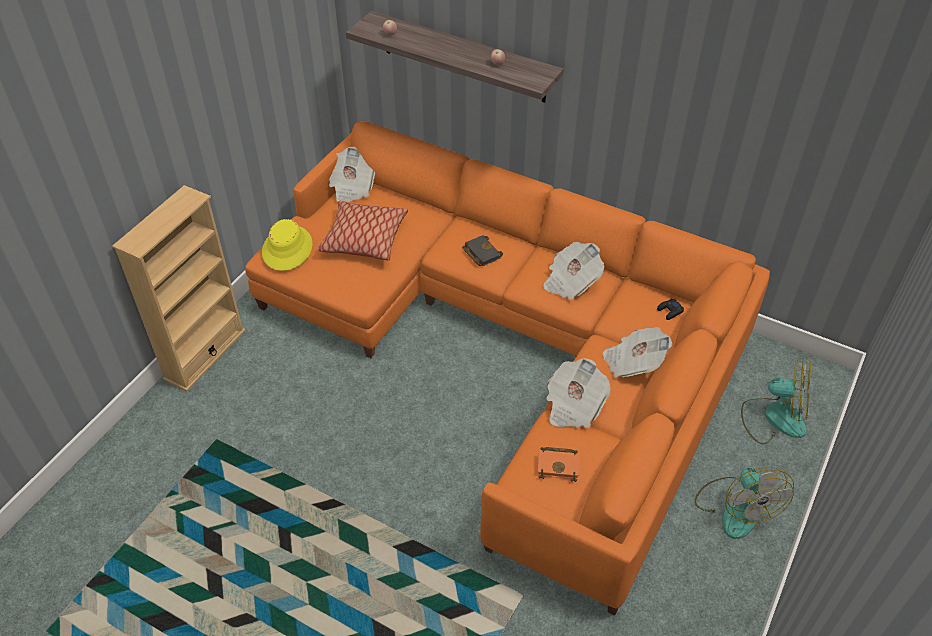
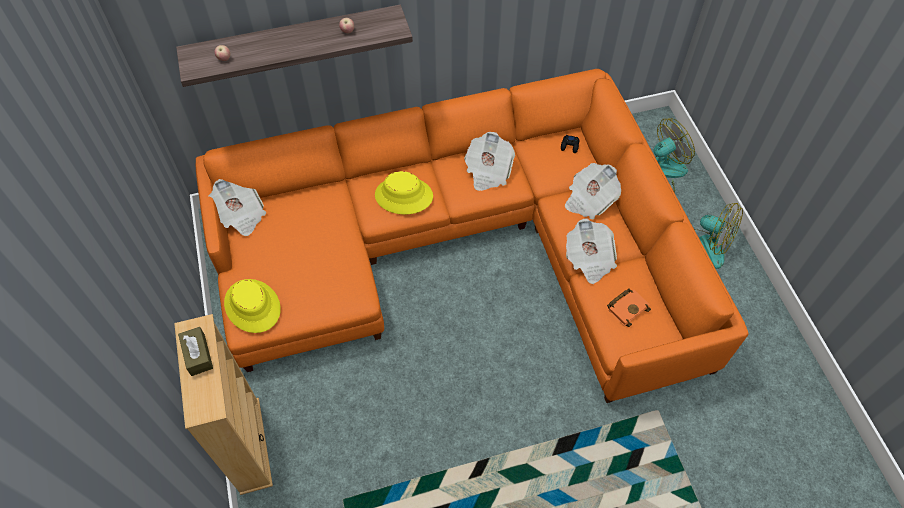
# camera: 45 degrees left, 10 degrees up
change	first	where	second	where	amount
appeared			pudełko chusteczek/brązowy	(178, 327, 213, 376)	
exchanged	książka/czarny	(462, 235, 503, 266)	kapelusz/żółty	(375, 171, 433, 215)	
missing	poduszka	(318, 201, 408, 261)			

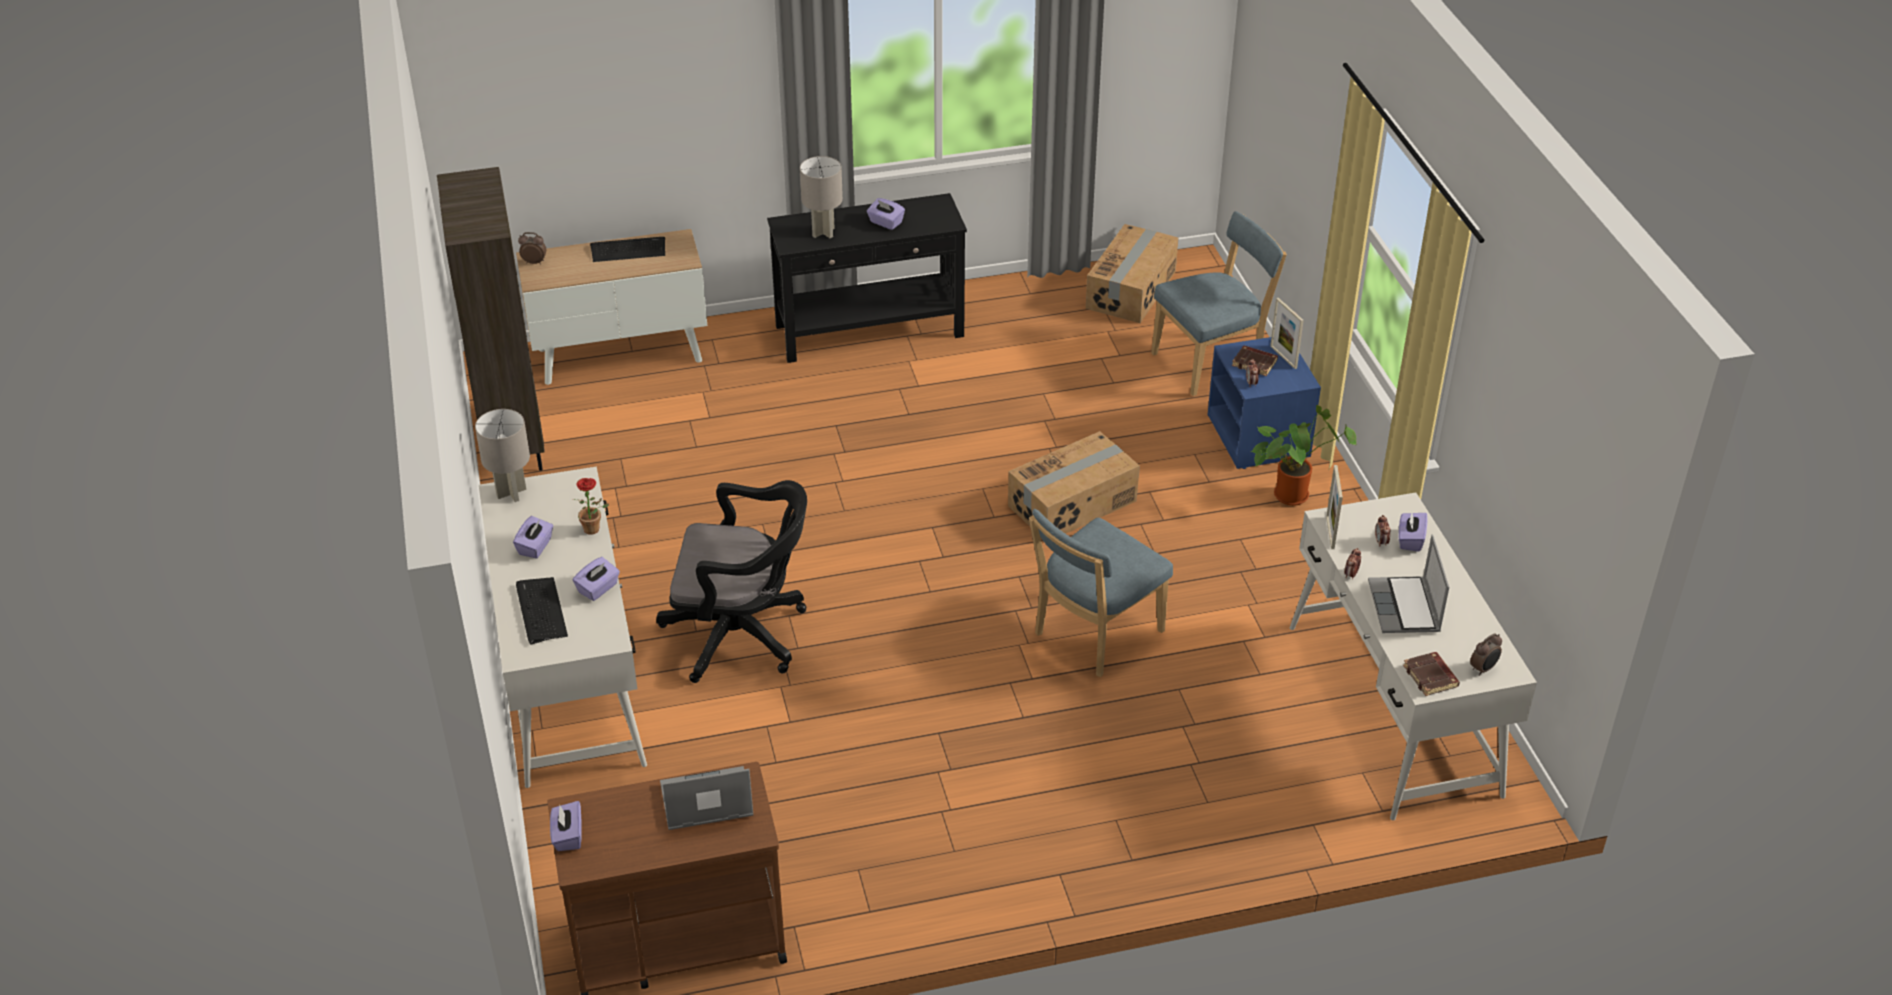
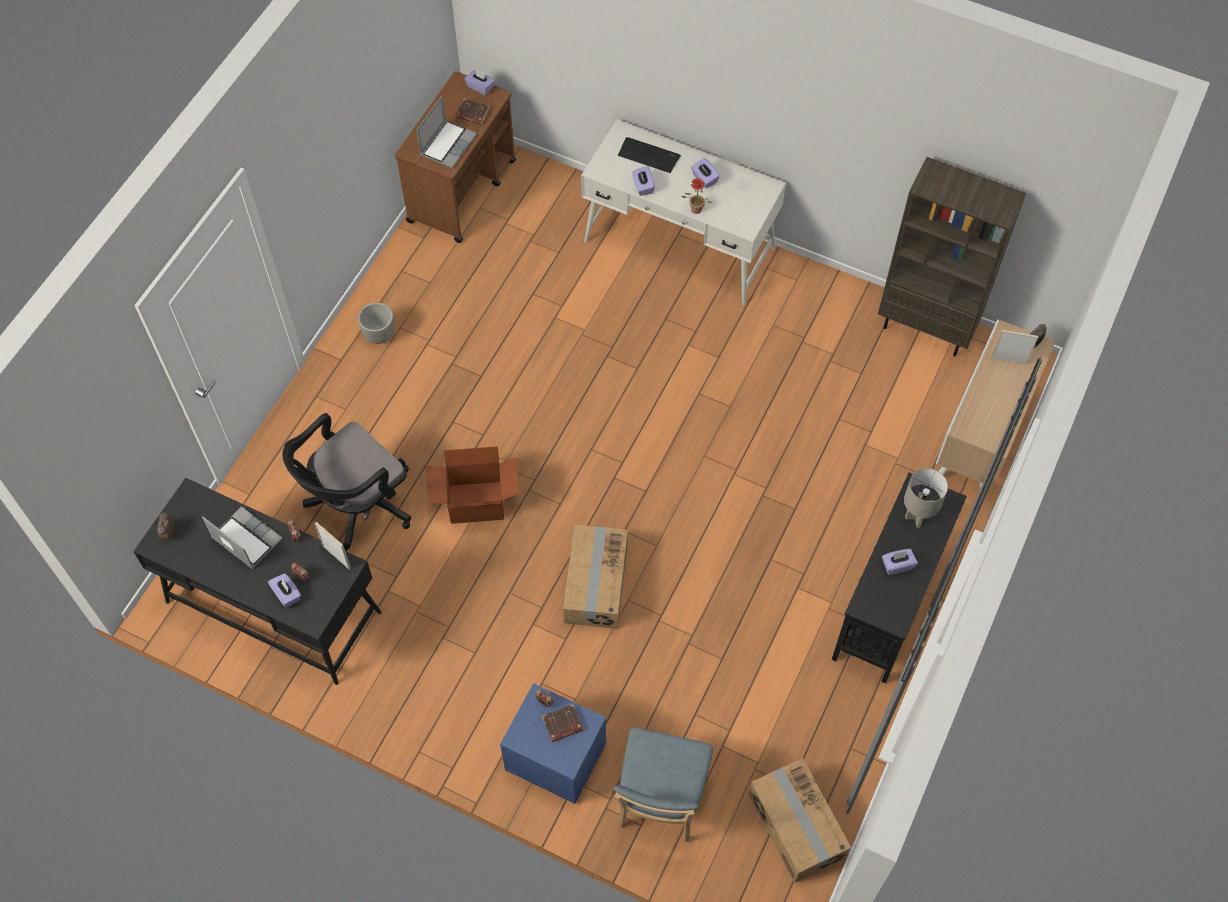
# camera: 130 degrees right, 20 degrees up
change	first	where	second	where	amount
colour	biurko/biały	(1290, 493, 1537, 820)	biurko/czarny	(133, 478, 382, 685)	
relocated	krzesło biurowe/czarny	(656, 480, 807, 683)		(282, 413, 411, 551)	
appeared			donica	(358, 303, 394, 344)	
exchanged	krzesło/niebieski	(1029, 509, 1173, 677)	karton	(426, 446, 519, 524)	
relocated	książka/brązowy	(1403, 652, 1460, 696)		(455, 99, 490, 125)	
relocated	ramka na zdjęcie	(1270, 298, 1304, 369)		(992, 330, 1038, 365)	
missing	lampa stołowa/szary	(475, 409, 530, 502)			
missing	klawiatura	(590, 237, 665, 262)			
missing	roślina doniczkowa	(1250, 405, 1356, 506)			

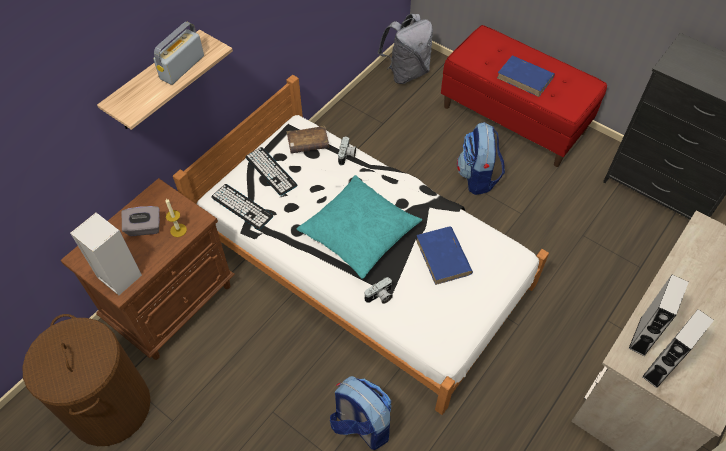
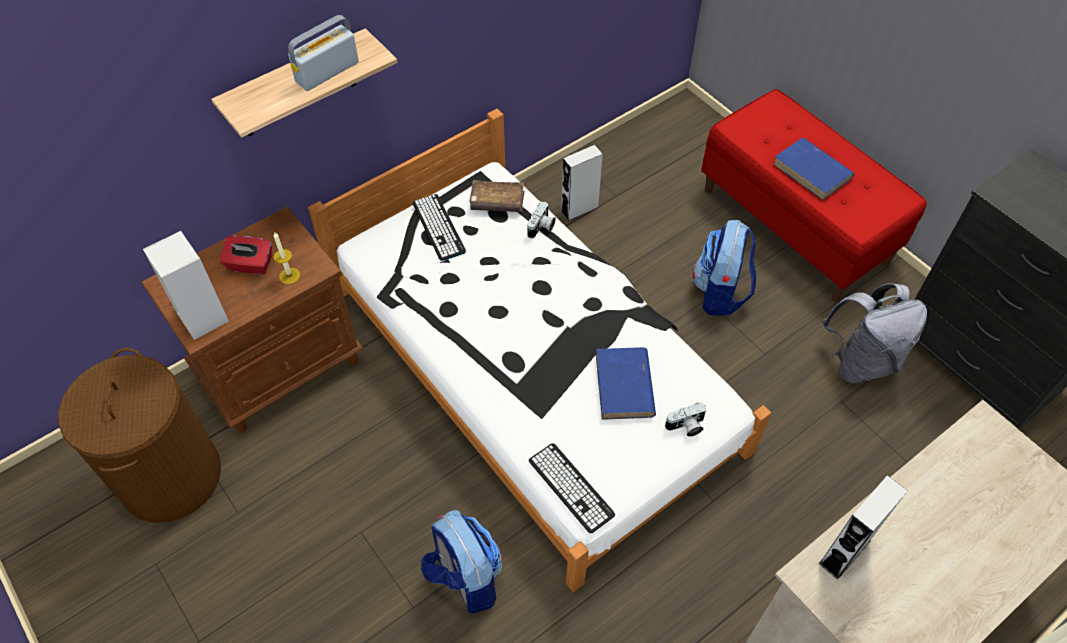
# camera: 15 degrees right, 0 degrees up
change	first	where	second	where	amount
colour	pudełko chusteczek/szary	(121, 206, 160, 236)	pudełko chusteczek/czerwony	(220, 236, 272, 274)	
relocated	klawiatura	(211, 184, 273, 230)		(529, 443, 615, 533)	
relocated	głośnik/szary	(642, 309, 714, 388)		(561, 145, 603, 221)	
relocated	aparat fotograficzny	(364, 277, 393, 304)		(665, 403, 706, 437)	
relocated	plecak/szary	(378, 14, 433, 84)		(822, 283, 927, 384)	
missing	poduszka/turkusowy	(297, 175, 422, 279)			

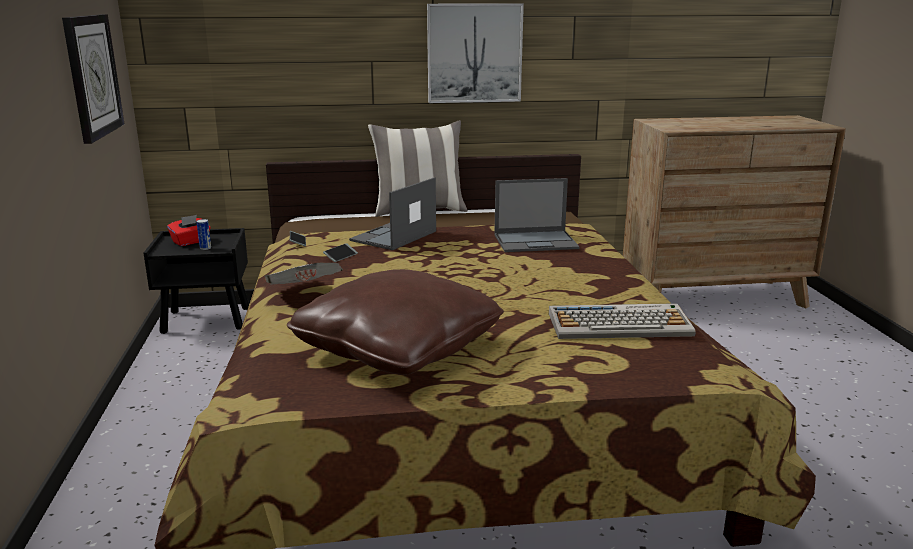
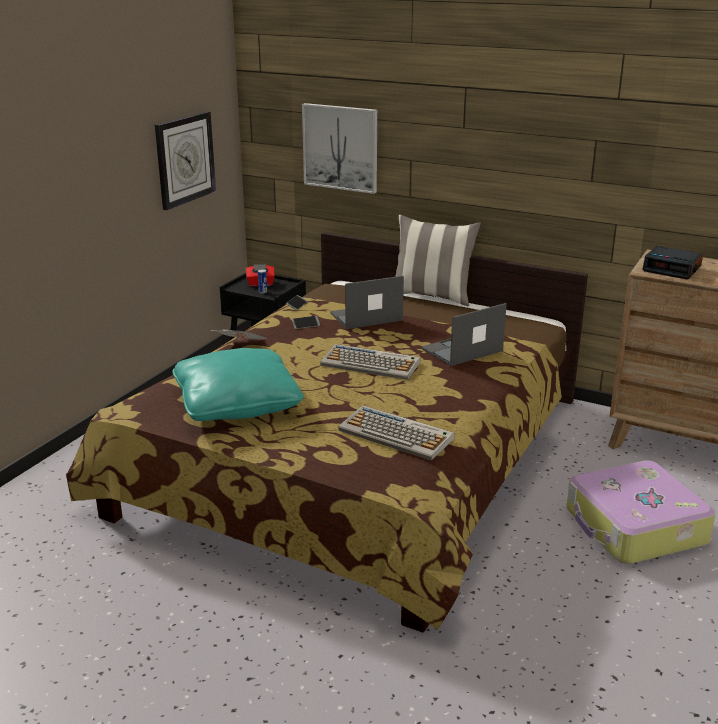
# camera: 35 degrees right, 5 degrees up
change	first	where	second	where	amount
colour	poduszka/brązowy	(287, 269, 504, 375)	poduszka/turkusowy	(172, 348, 304, 421)	
relocated	obraz	(427, 3, 524, 103)		(302, 103, 377, 194)	
appeared			klawiatura	(320, 344, 420, 380)	
spun	laptop	(494, 178, 580, 252)		(421, 303, 507, 366)	120 degrees clockwise
appeared			walizka	(566, 460, 716, 564)	
appeared			budzik	(642, 246, 703, 279)	

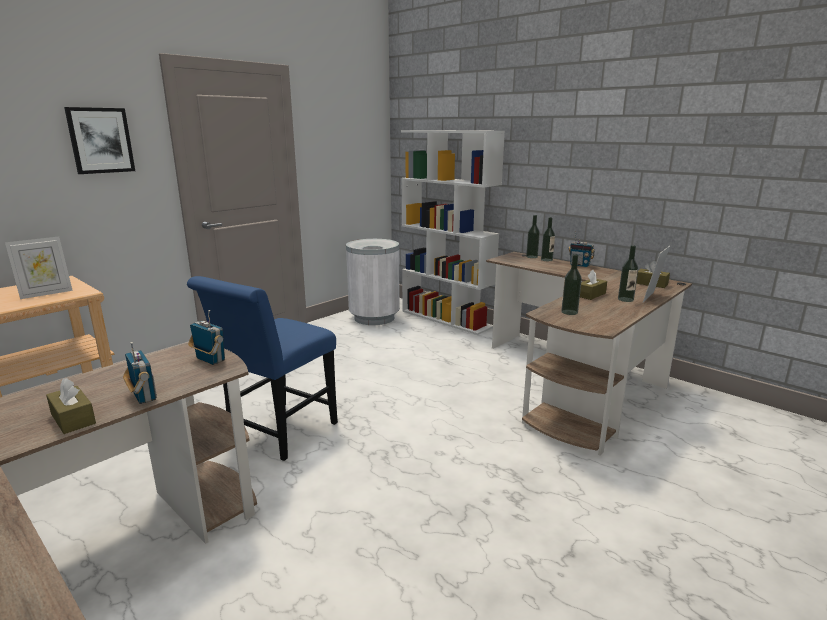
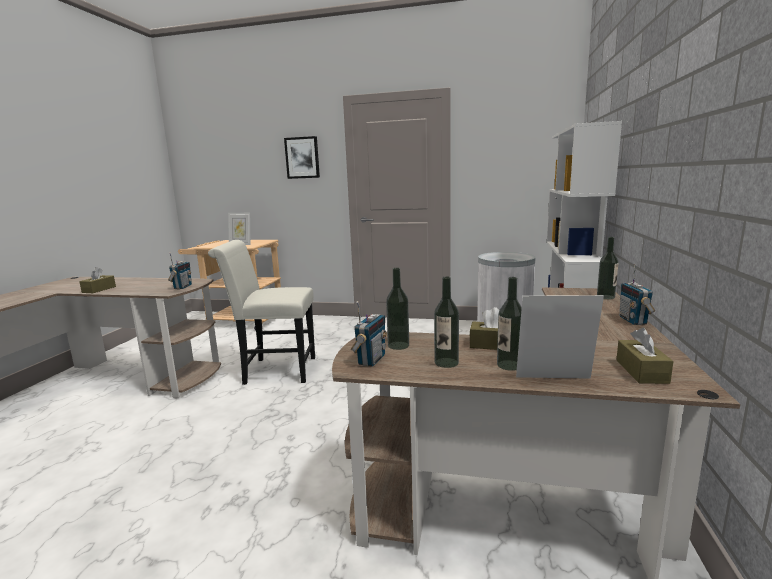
# camera: 60 degrees right, 5 degrees down
change	first	where	second	where	amount
colour	krzesło/niebieski	(187, 276, 338, 461)	krzesło/biały	(208, 240, 315, 385)	
relocated	radio	(123, 342, 157, 404)		(351, 301, 387, 367)	
relocated	butelka	(541, 217, 555, 261)		(434, 276, 459, 368)	

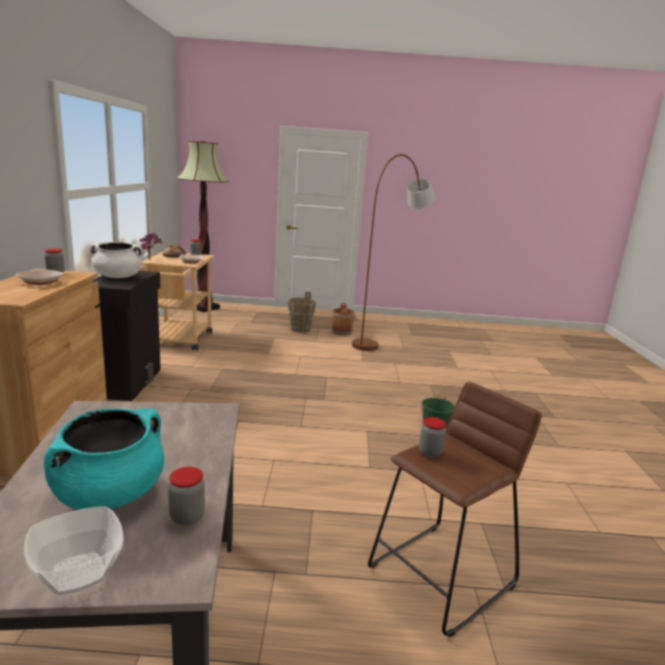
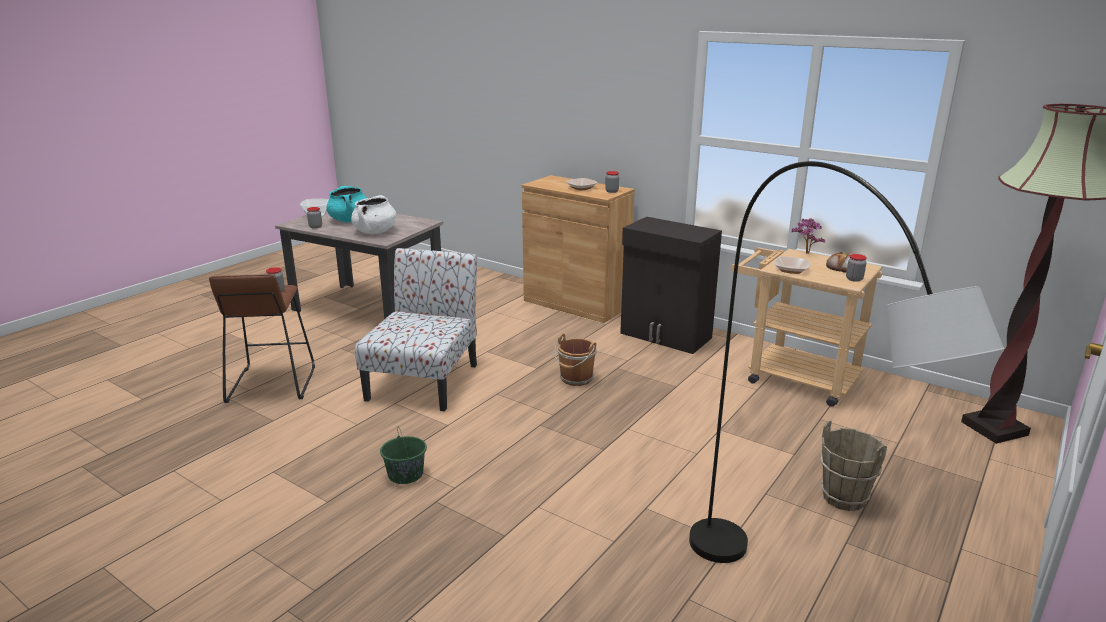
# camera: 125 degrees right, 5 degrees up
change	first	where	second	where	amount
relocated	garnek/biały	(90, 242, 143, 278)		(351, 195, 396, 234)	
appeared			krzesło	(355, 248, 477, 411)	
relocated	wiadro/brązowy	(331, 303, 357, 335)		(554, 333, 597, 386)	
colour	lampa stojąca/brązowy	(352, 154, 435, 351)	lampa stojąca/szary	(689, 161, 1004, 563)	

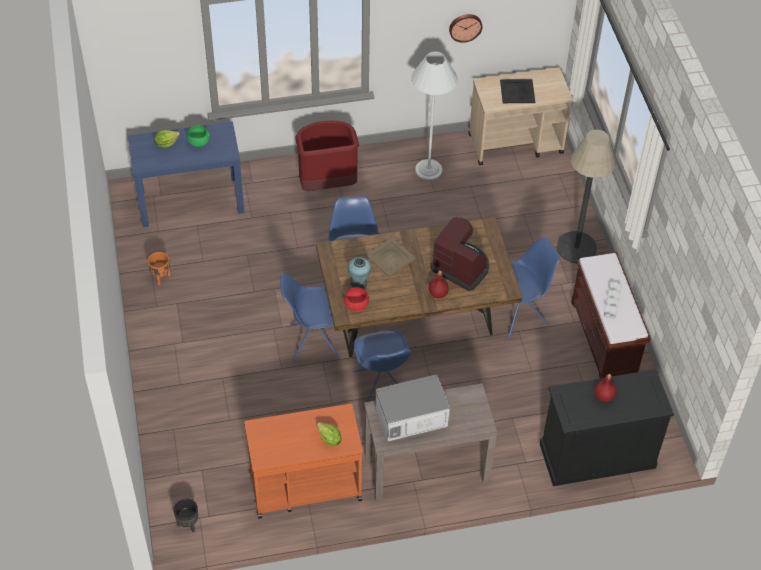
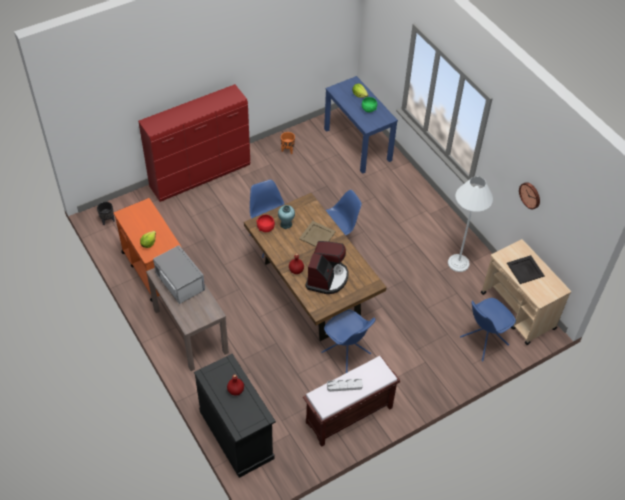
# camera: 70 degrees right, 0 degrees up
change	first	where	second	where	amount
appeared			komoda/czerwony	(138, 84, 250, 202)	
relocated	krzesło/niebieski	(354, 330, 412, 402)		(460, 298, 516, 362)	
missing	kosz na śmieci/czerwony	(296, 120, 359, 191)			
missing	lampa stojąca	(557, 130, 616, 263)			

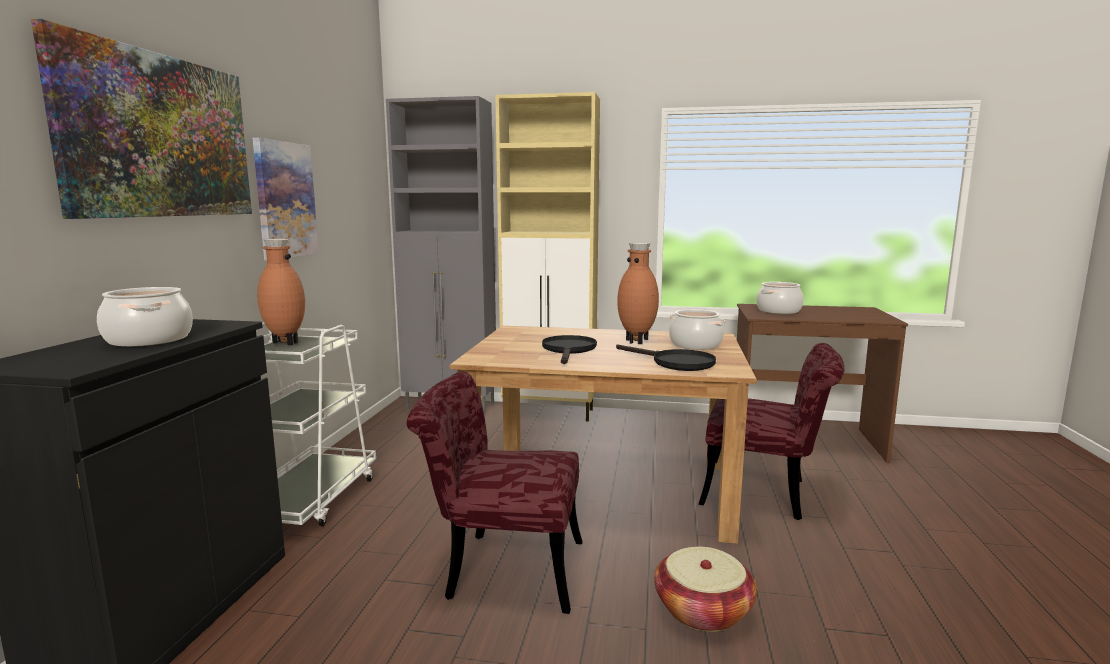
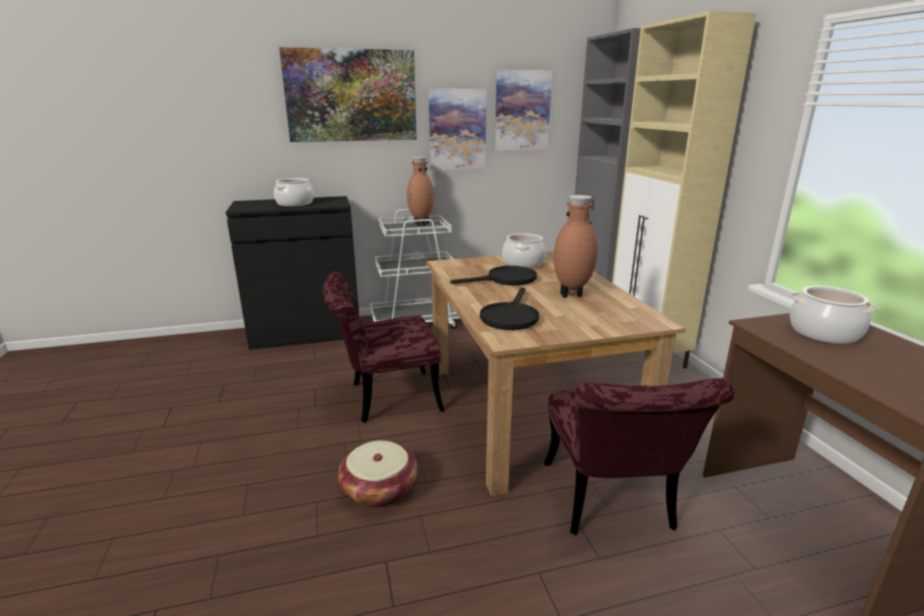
# camera: 65 degrees right, 10 degrees up
change	first	where	second	where	amount
spun	krzesło/czerwony	(407, 371, 582, 614)		(323, 271, 445, 423)	90 degrees counterclockwise
appeared			obraz	(495, 70, 552, 150)	
relocated	garnek	(669, 309, 725, 350)		(502, 233, 546, 268)	

